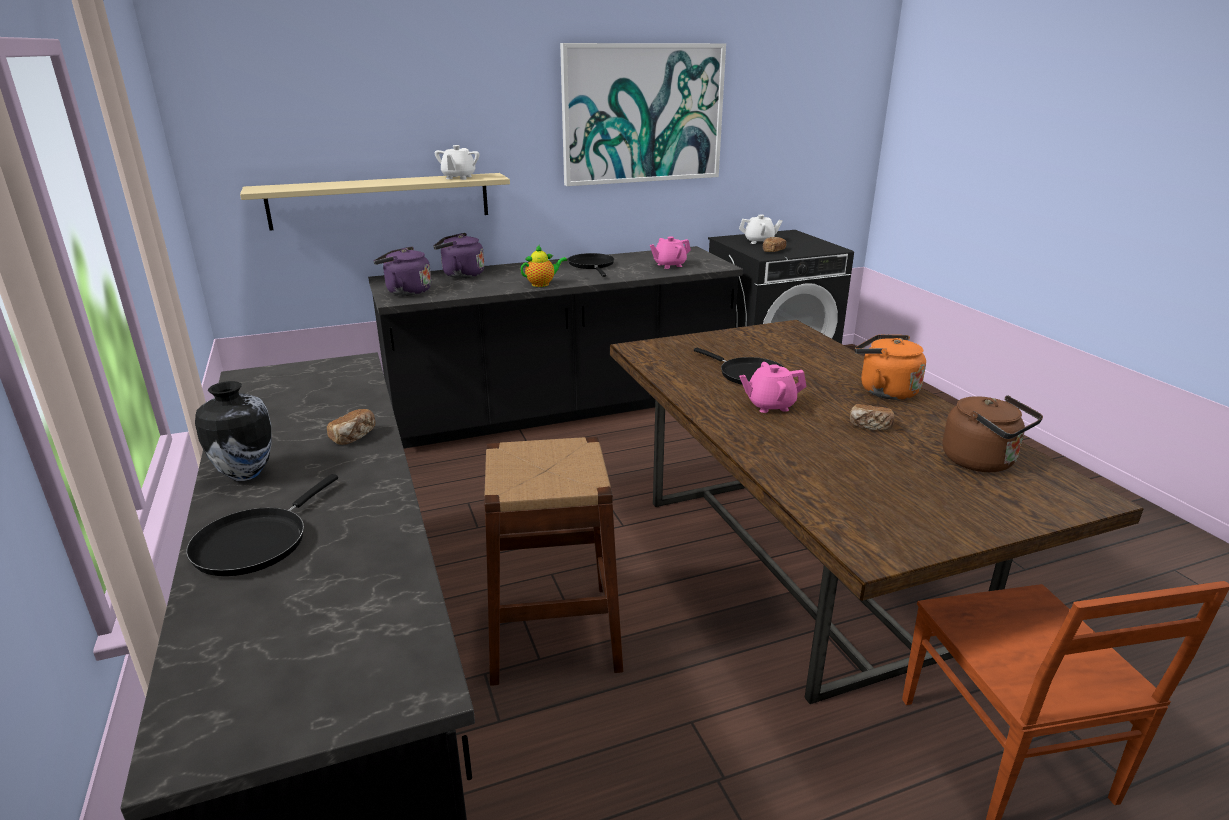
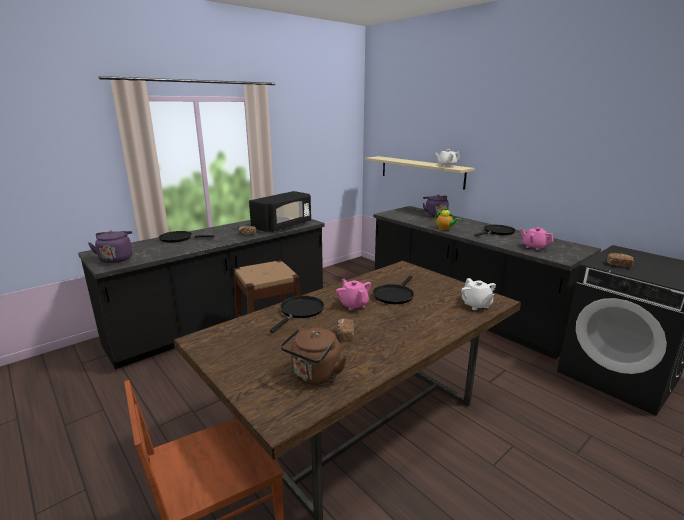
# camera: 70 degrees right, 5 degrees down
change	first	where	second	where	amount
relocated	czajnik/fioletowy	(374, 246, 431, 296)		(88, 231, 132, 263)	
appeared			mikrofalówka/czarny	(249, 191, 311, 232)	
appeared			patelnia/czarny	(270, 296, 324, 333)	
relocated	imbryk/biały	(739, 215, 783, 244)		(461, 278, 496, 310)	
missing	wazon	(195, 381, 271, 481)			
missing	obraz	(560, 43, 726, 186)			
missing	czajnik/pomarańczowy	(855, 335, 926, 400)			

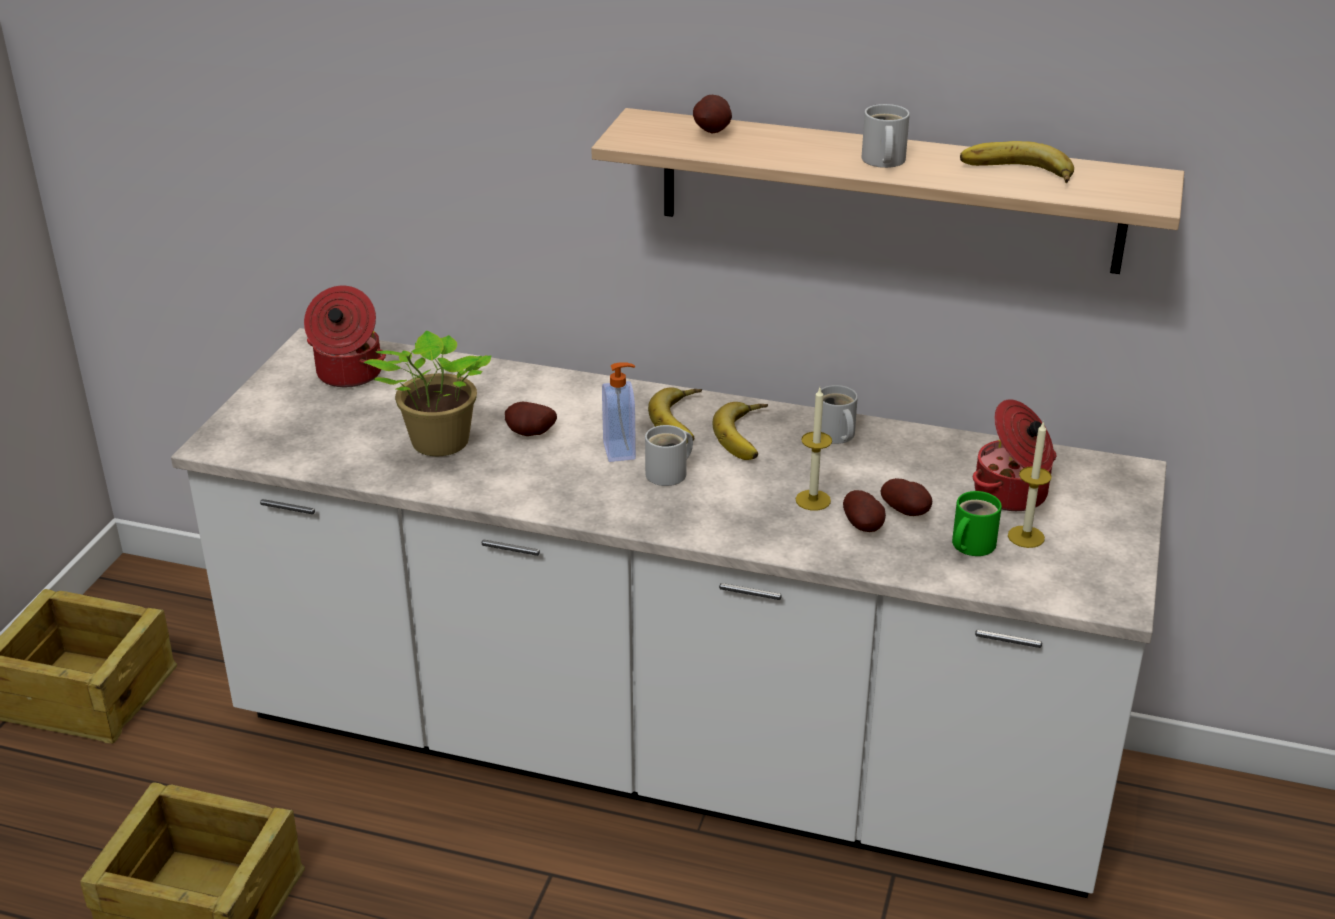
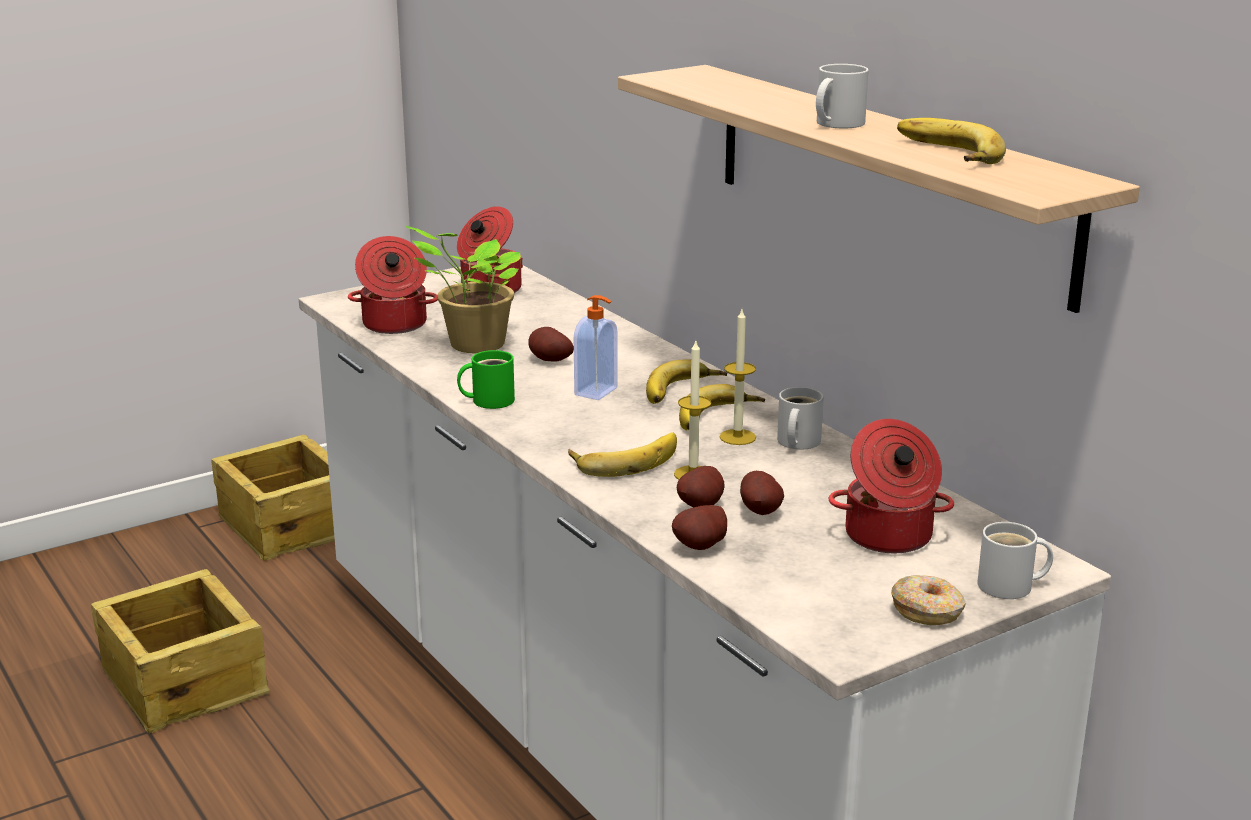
# camera: 40 degrees right, 10 degrees down
change	first	where	second	where	amount
appeared			garnek	(348, 236, 438, 334)	
relocated	kubek/zielony	(952, 491, 1002, 556)		(457, 350, 515, 409)	
appeared			banan	(568, 432, 677, 477)	
relocated	ziemniak	(693, 95, 732, 134)		(672, 505, 727, 550)	
relocated	świeca	(1008, 421, 1052, 548)		(720, 309, 756, 445)	
appeared			donut	(891, 575, 965, 625)	
relocated	kubek/biały	(645, 425, 693, 486)		(977, 522, 1053, 599)	

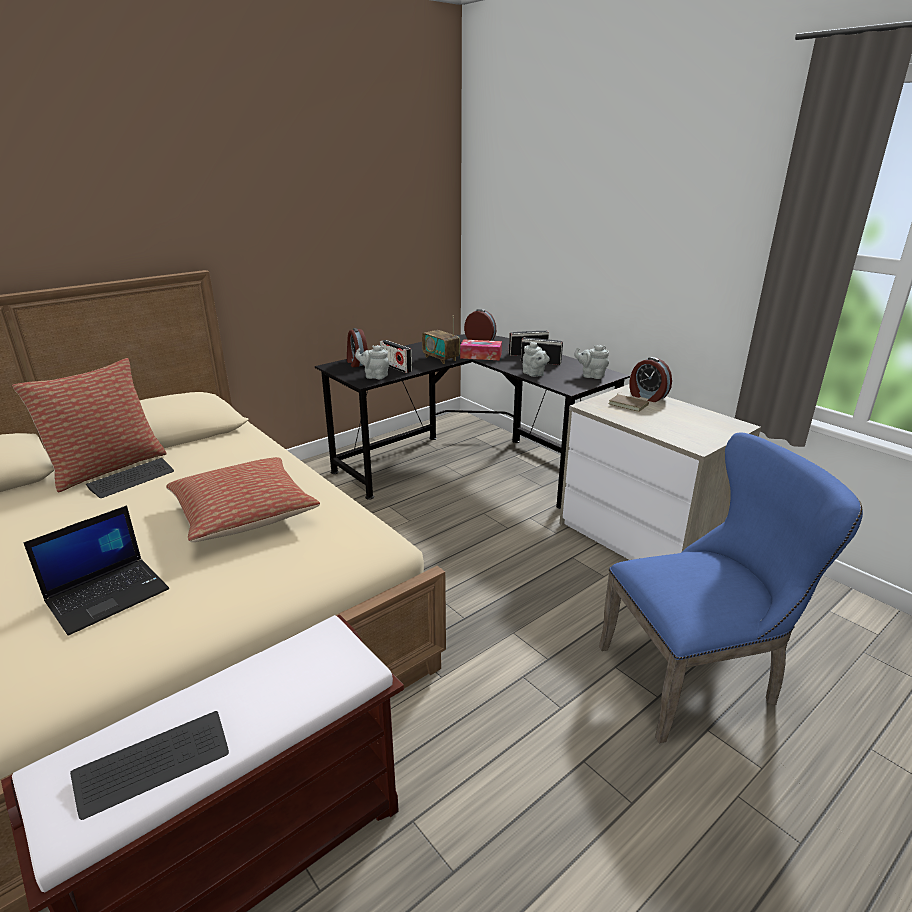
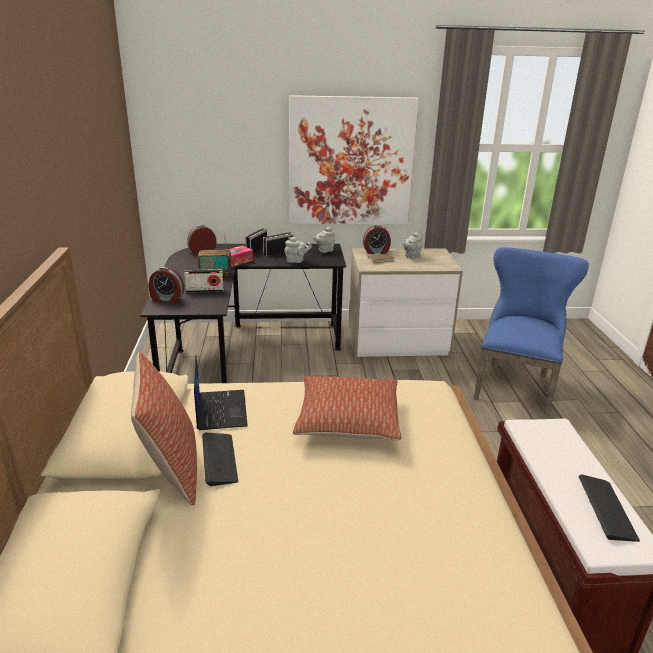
# camera: 55 degrees left, 0 degrees up
change	first	where	second	where	amount
relocated	laptop	(24, 505, 169, 636)		(194, 355, 248, 430)	
appeared			obraz	(289, 95, 419, 224)	
relocated	imbryk/szary	(355, 345, 389, 379)		(403, 232, 423, 259)	

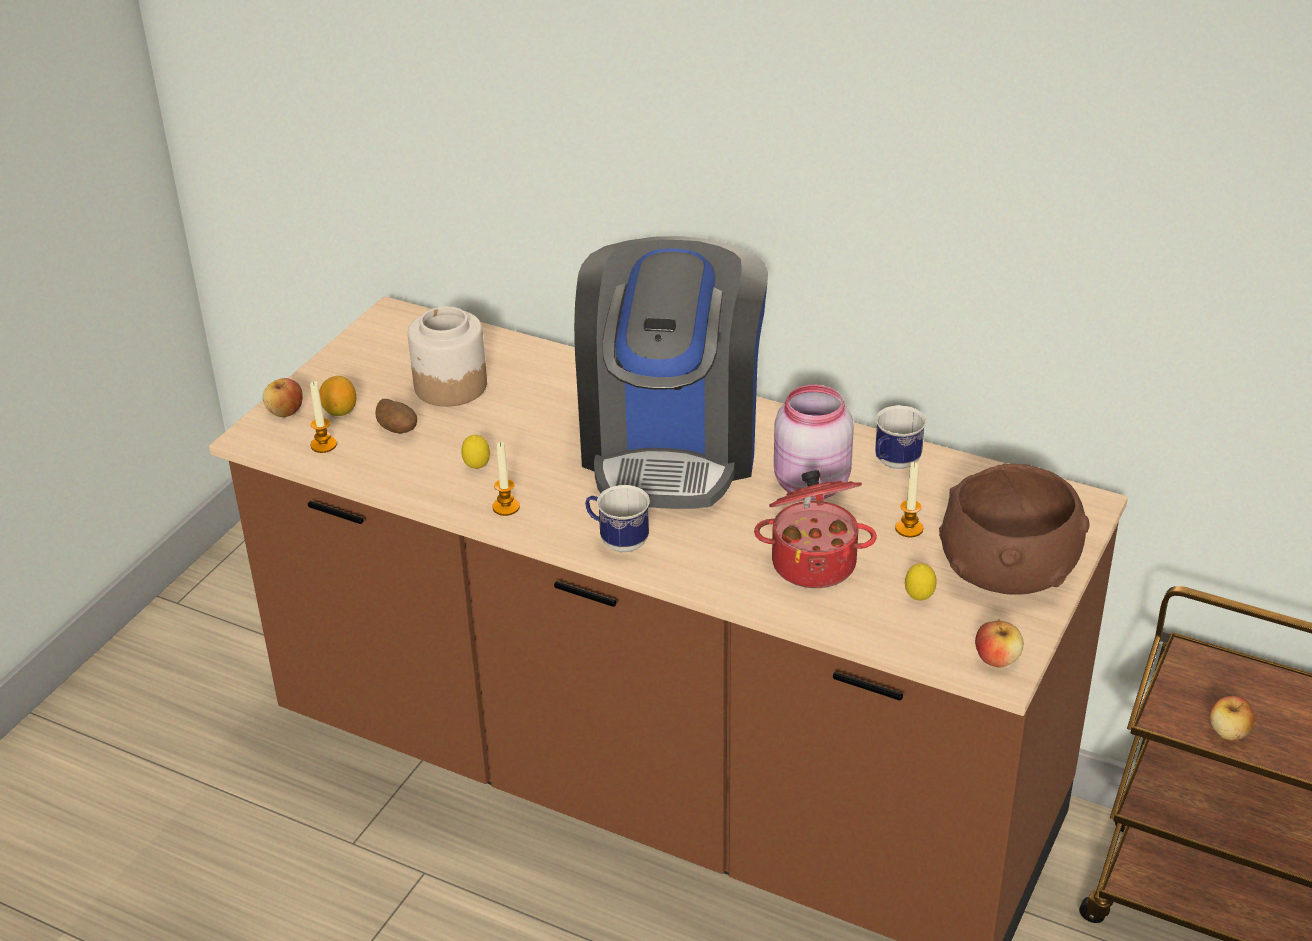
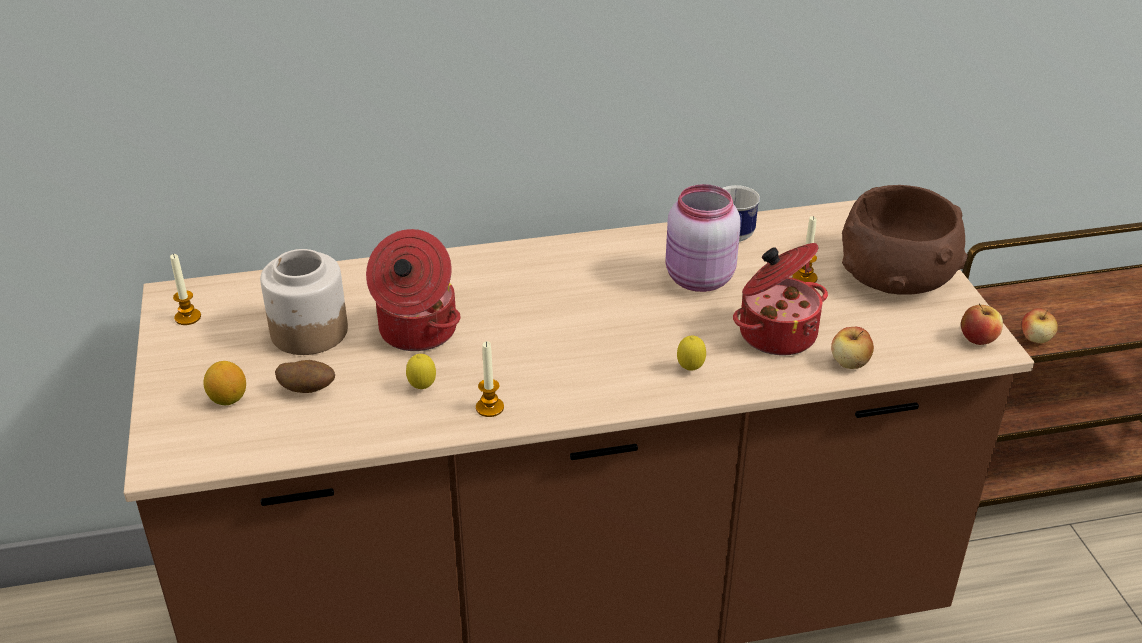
# camera: 40 degrees left, 0 degrees up
change	first	where	second	where	amount
relocated	świeca	(310, 381, 337, 453)		(170, 254, 201, 325)	
appeared			garnek	(366, 229, 461, 351)	
relocated	cytryna	(905, 563, 936, 600)		(677, 336, 706, 370)	
relocated	jabłko	(263, 378, 303, 417)		(831, 327, 874, 369)	
missing	ekspres do kawy	(574, 236, 768, 509)			
missing	kubek	(585, 485, 650, 553)			

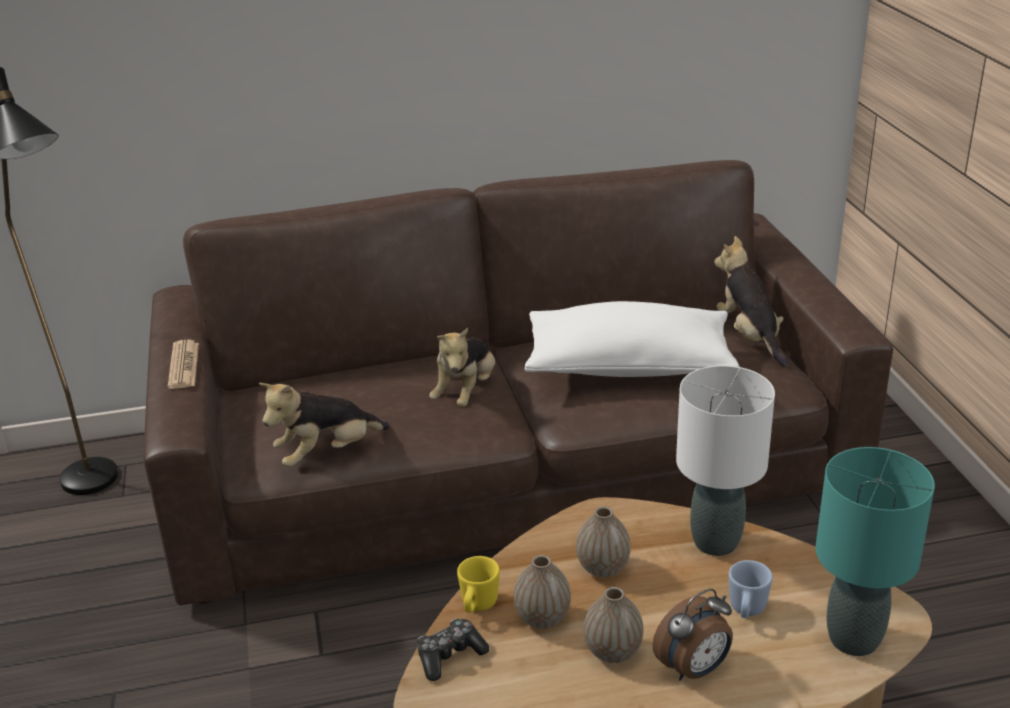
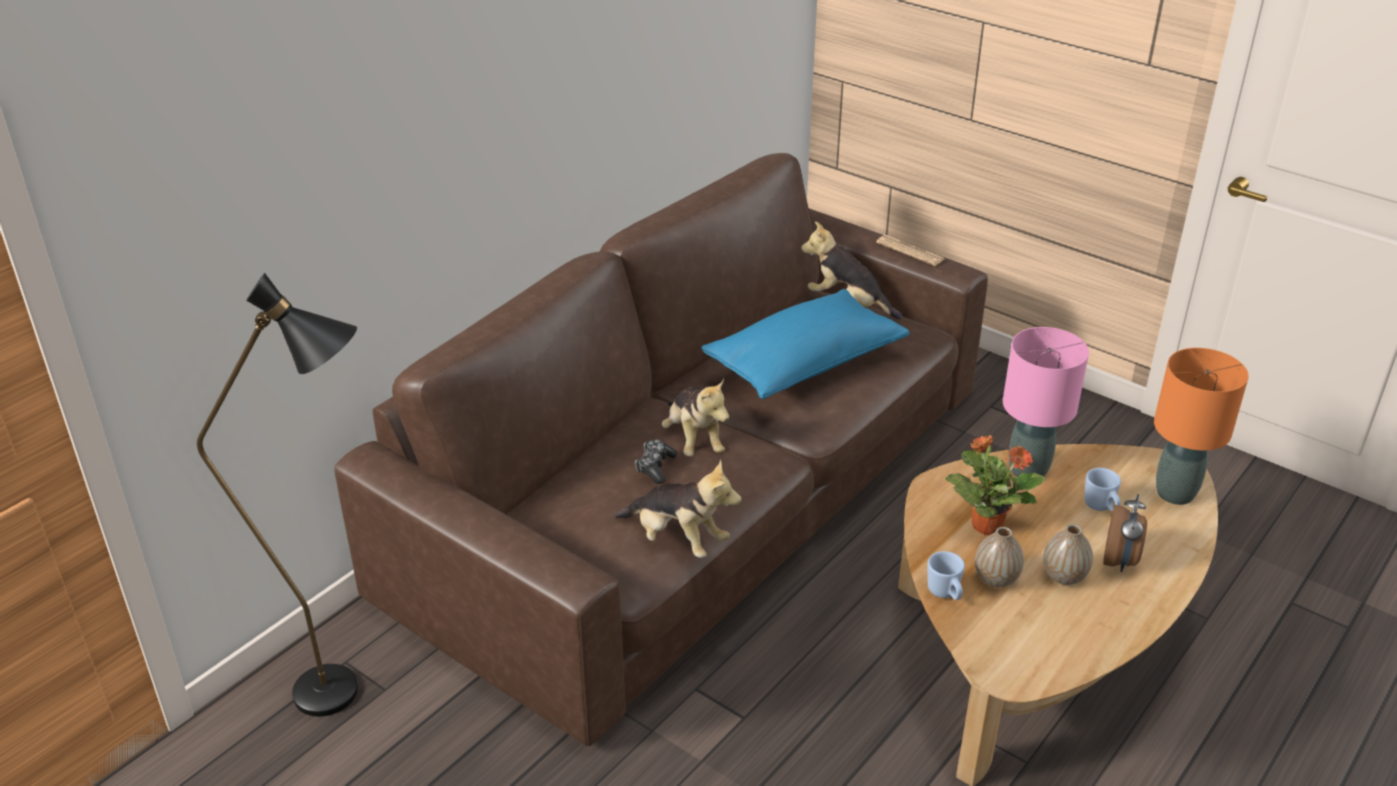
# camera: 40 degrees left, 5 degrees up
change	first	where	second	where	amount
spun	pluszak	(259, 383, 390, 467)		(614, 460, 742, 558)	75 degrees counterclockwise
relocated	pad do gier	(418, 619, 489, 681)		(635, 439, 677, 484)	
colour	poduszka/biały	(525, 301, 739, 377)	poduszka/niebieski	(701, 289, 909, 399)	
relocated	gazeta	(168, 340, 199, 389)		(876, 235, 944, 266)	
colour	kubek/żółty	(457, 556, 500, 613)	kubek/niebieski	(928, 551, 965, 600)	
exchanged	wazon	(576, 506, 631, 577)	roślina doniczkowa	(946, 435, 1045, 535)	
colour	lampa stołowa/biały	(676, 365, 775, 556)	lampa stołowa/różowy	(1003, 327, 1089, 478)	
colour	lampa stołowa/turkusowy	(816, 447, 935, 656)	lampa stołowa/pomarańczowy	(1154, 348, 1249, 505)	

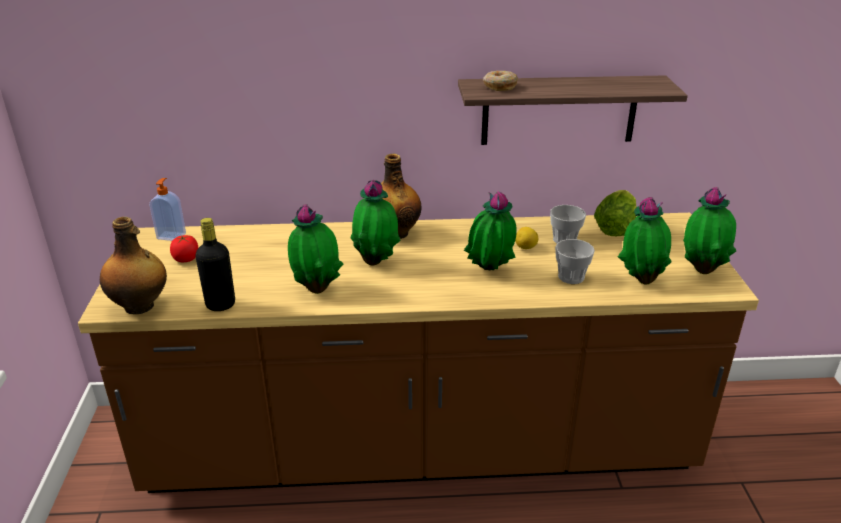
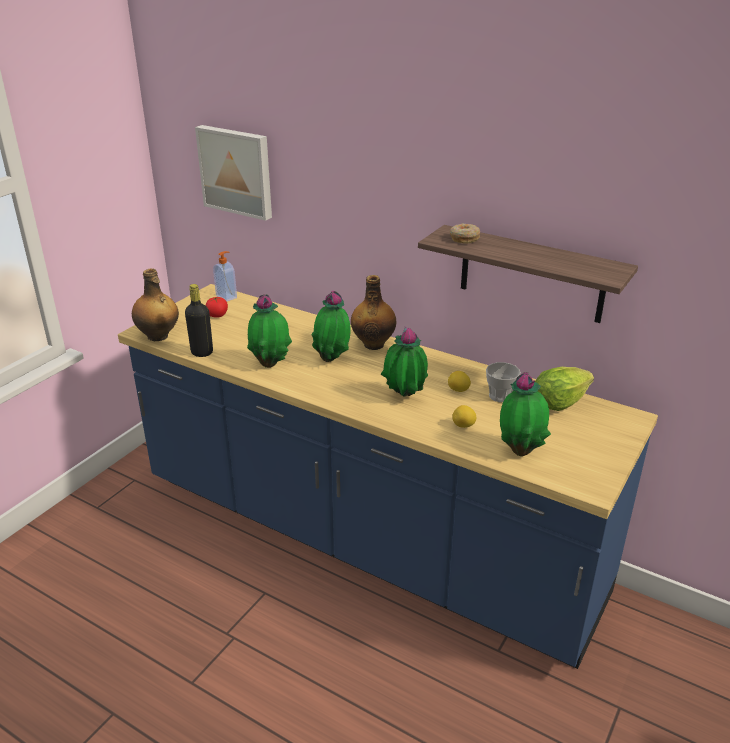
# camera: 35 degrees right, 0 degrees up
change	first	where	second	where	amount
colour	zabudowa kuchenna/brązowy	(78, 213, 759, 493)	zabudowa kuchenna/niebieski	(118, 284, 658, 669)	
appeared			obraz	(195, 125, 272, 221)	
exchanged	filiżanka	(555, 239, 595, 284)	cytryna	(452, 405, 476, 428)	
missing	roślina doniczkowa	(683, 187, 736, 274)			

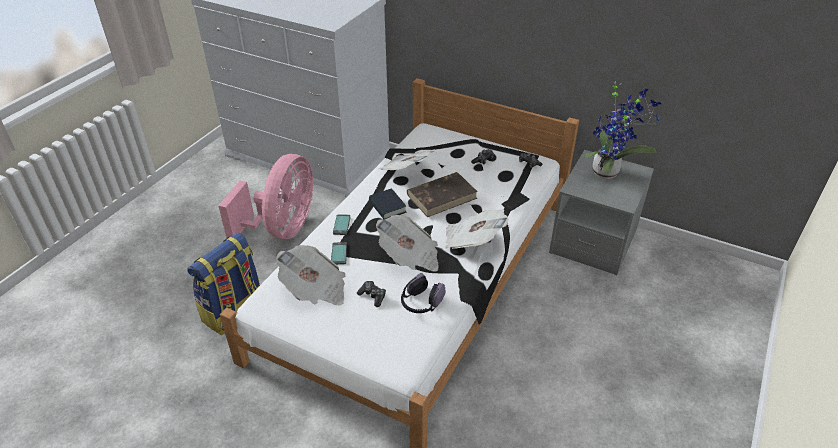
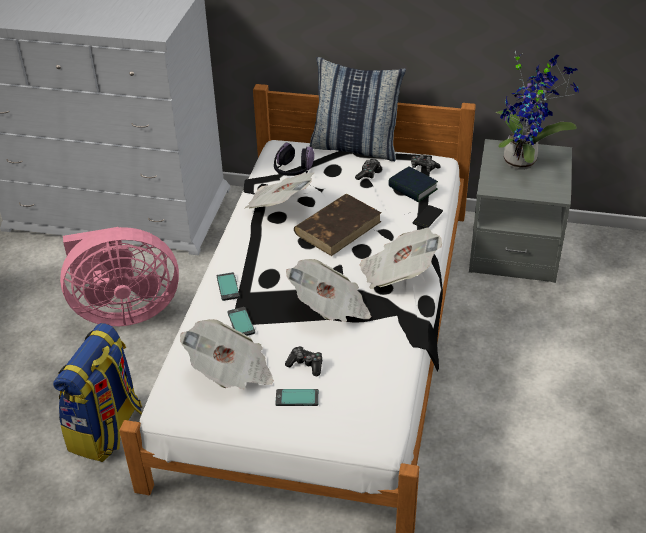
# camera: 15 degrees left, 0 degrees up
change	first	where	second	where	amount
spun	wentylator/różowy	(219, 154, 313, 239)		(60, 227, 179, 326)	75 degrees clockwise
relocated	słuchawki	(401, 273, 445, 313)		(274, 143, 314, 176)	
appeared			telefon	(275, 389, 319, 406)	
appeared			poduszka	(310, 57, 406, 161)	
relocated	książka	(369, 189, 406, 219)		(388, 167, 438, 202)	

